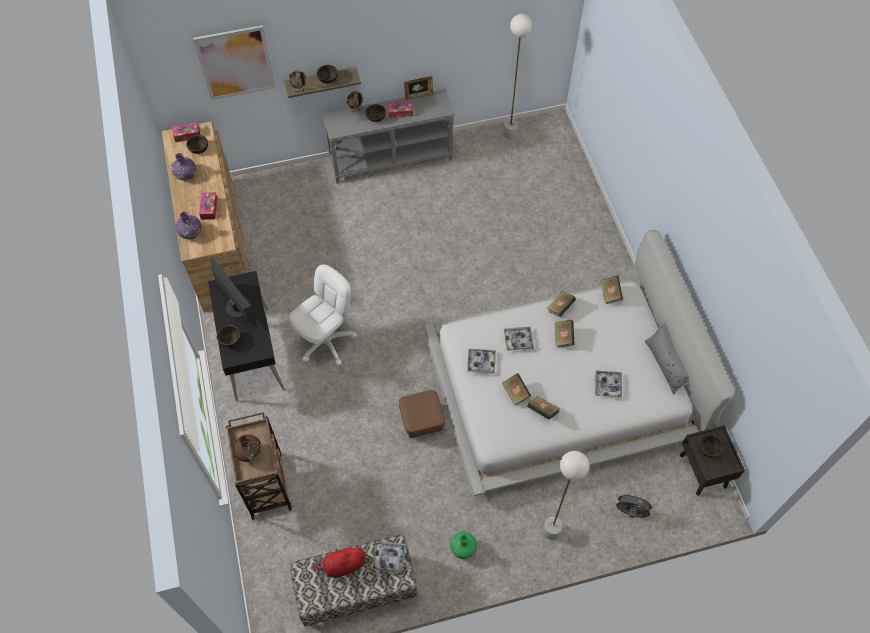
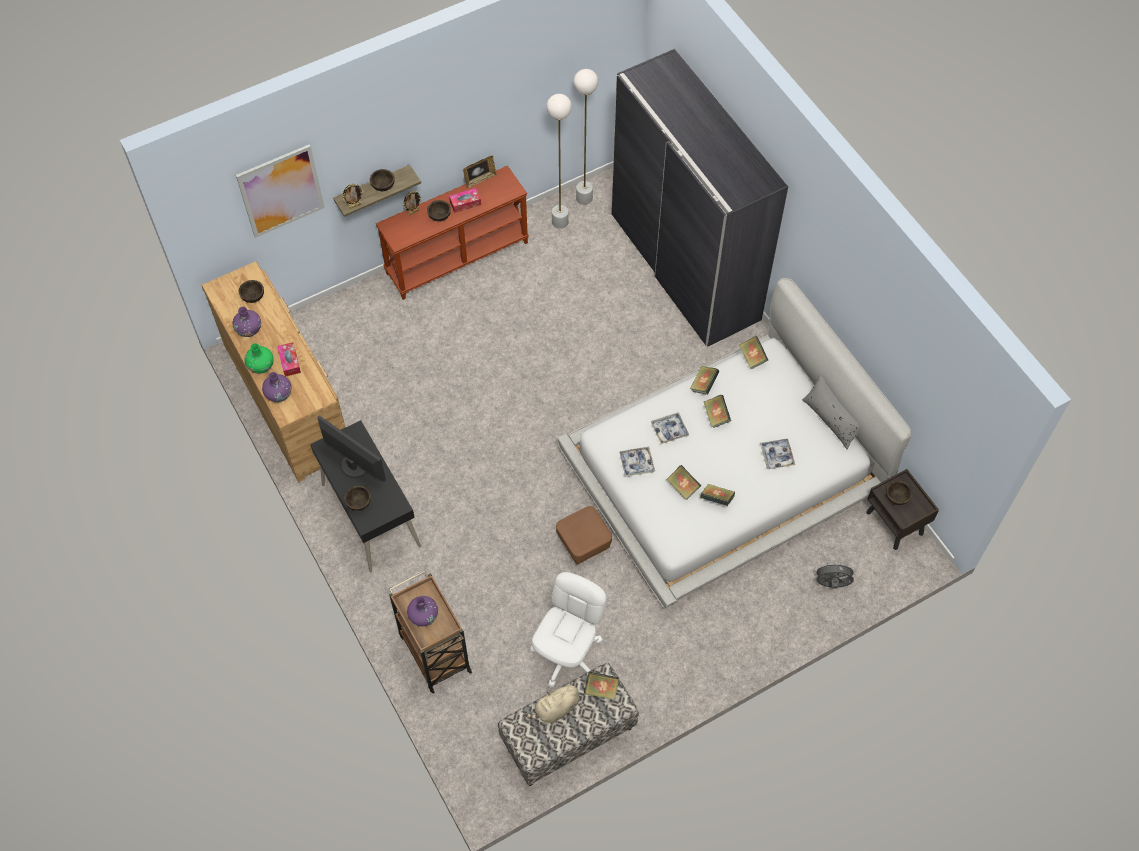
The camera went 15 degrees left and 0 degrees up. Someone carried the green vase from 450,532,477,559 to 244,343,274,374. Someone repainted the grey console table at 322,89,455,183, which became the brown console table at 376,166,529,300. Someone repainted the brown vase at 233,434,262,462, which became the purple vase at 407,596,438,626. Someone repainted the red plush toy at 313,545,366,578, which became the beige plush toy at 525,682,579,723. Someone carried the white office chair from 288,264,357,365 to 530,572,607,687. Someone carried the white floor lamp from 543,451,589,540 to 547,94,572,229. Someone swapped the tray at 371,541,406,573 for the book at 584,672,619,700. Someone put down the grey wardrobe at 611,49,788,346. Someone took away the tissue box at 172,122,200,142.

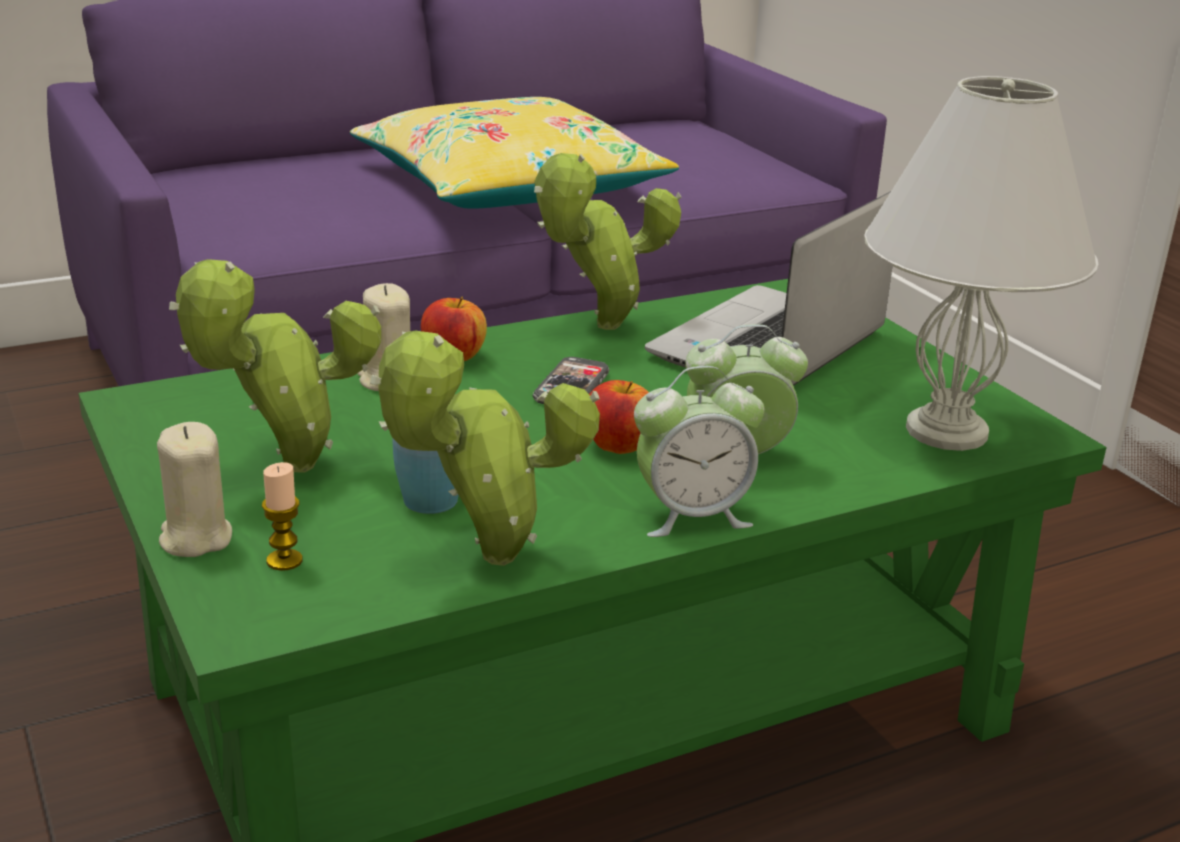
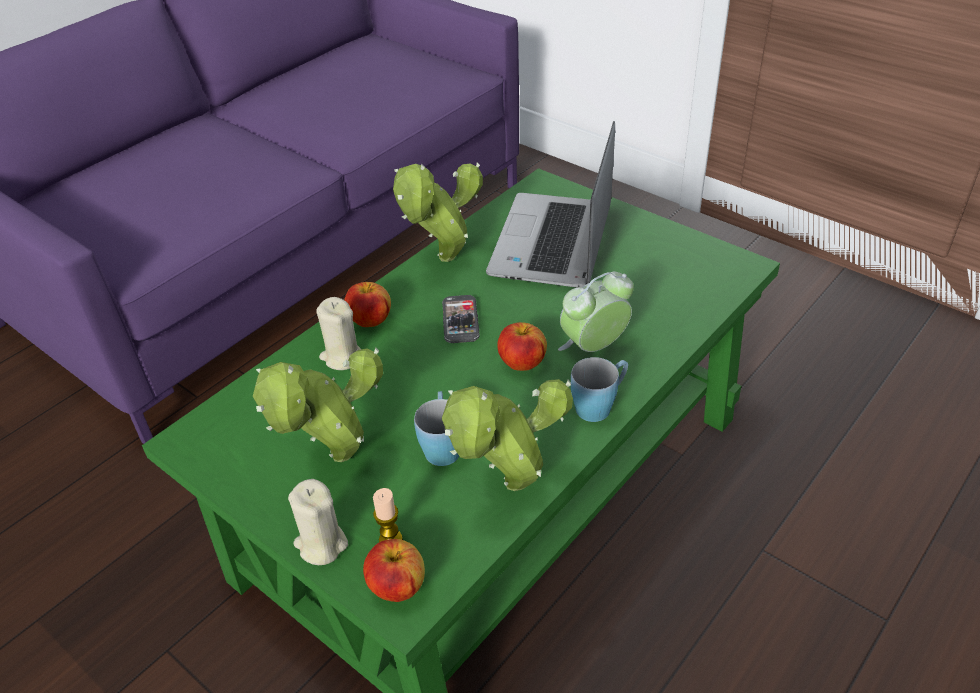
The camera went 20 degrees left and 15 degrees up. Someone put down the apple at 363,539,425,602. Someone swapped the alarm clock at 634,366,765,537 for the blue mug at 571,357,628,422. Someone took away the yellow pillow at 350,97,679,209. Someone took away the white table lamp at 864,76,1098,451.

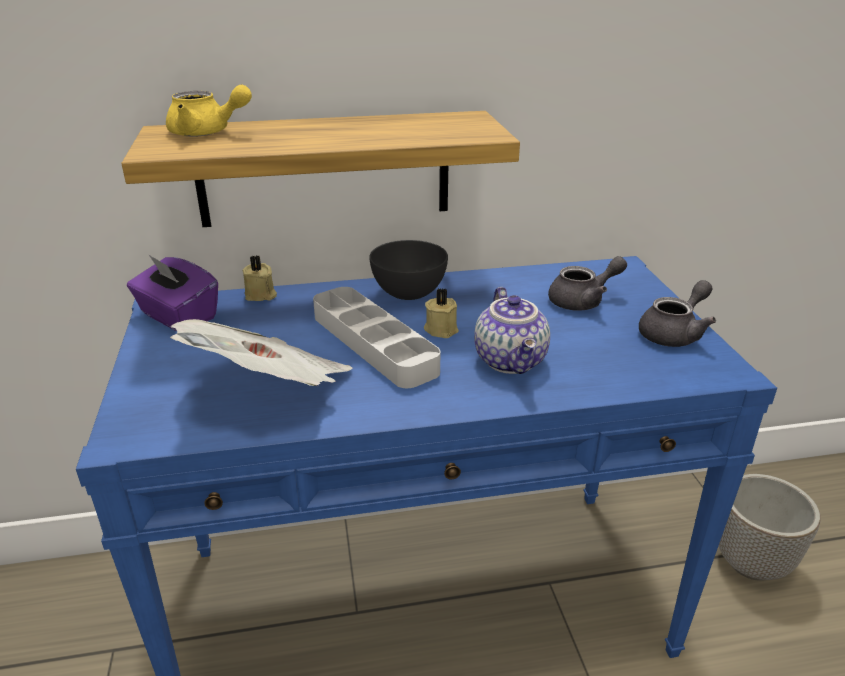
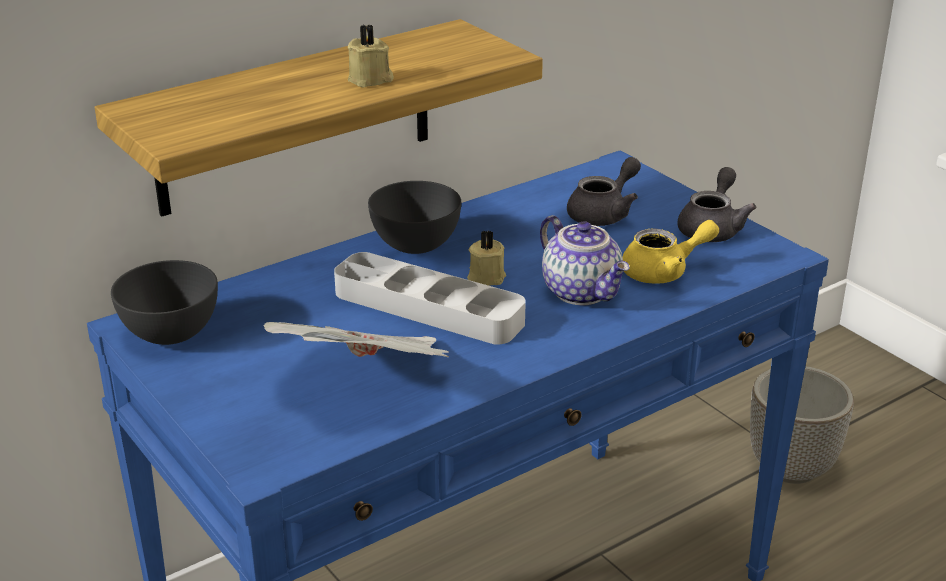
The camera went 25 degrees left and 0 degrees up. Someone swapped the purple tissue box at 127,254,218,331 for the grey bowl at 111,260,218,345. Someone carried the beige candle from 242,255,277,301 to 348,24,394,88. Someone carried the yellow teapot from 166,85,252,137 to 622,220,719,284.

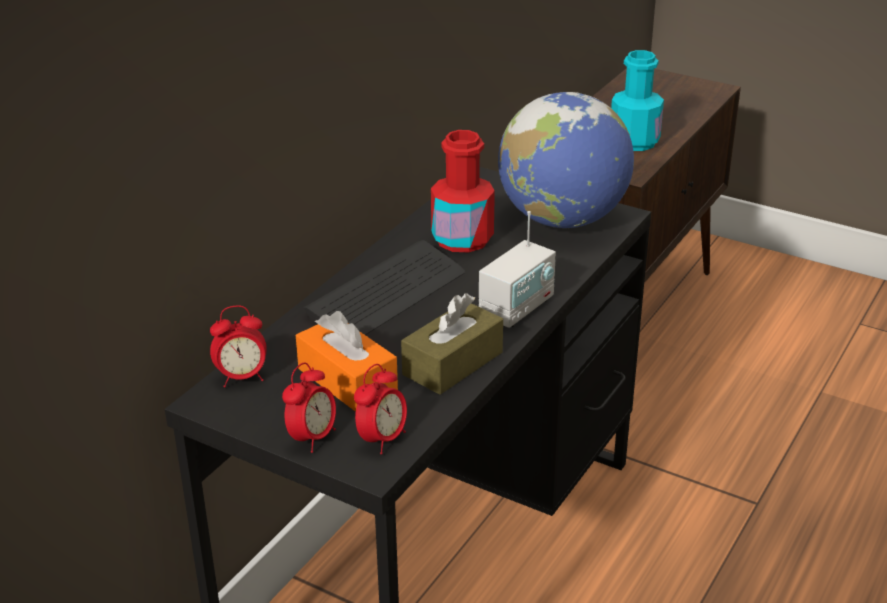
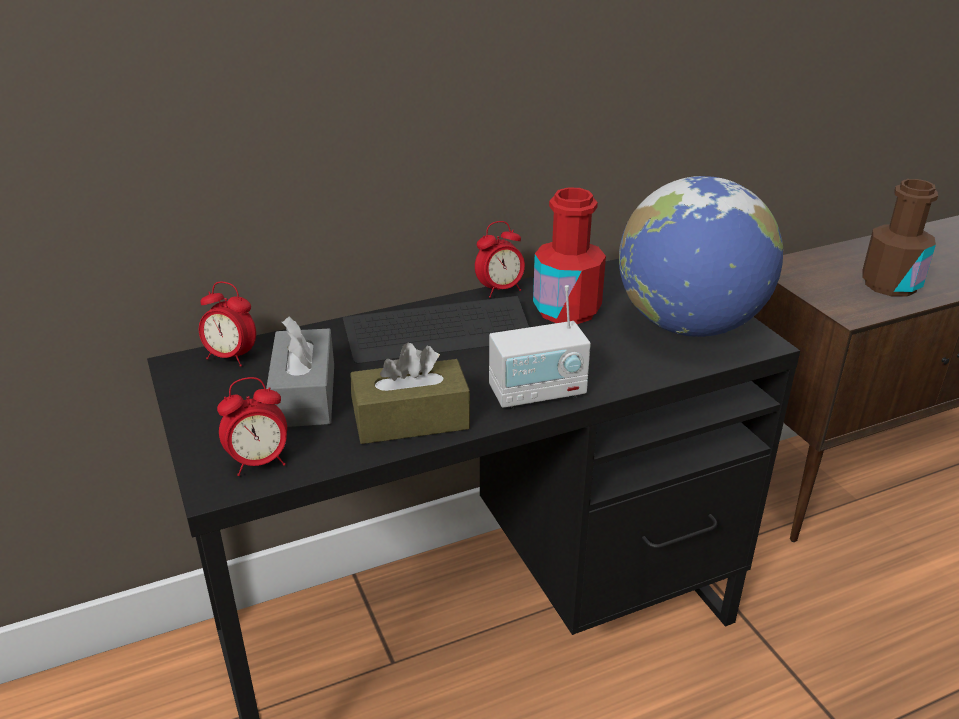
The camera went 35 degrees right and 0 degrees up. Someone repainted the orange tissue box at 296,311,398,412, which became the grey tissue box at 266,316,334,427. Someone carried the alarm clock from 282,362,336,453 to 475,221,525,298. Someone repainted the turquoise bottle at 611,50,664,151, which became the brown bottle at 862,179,938,297.

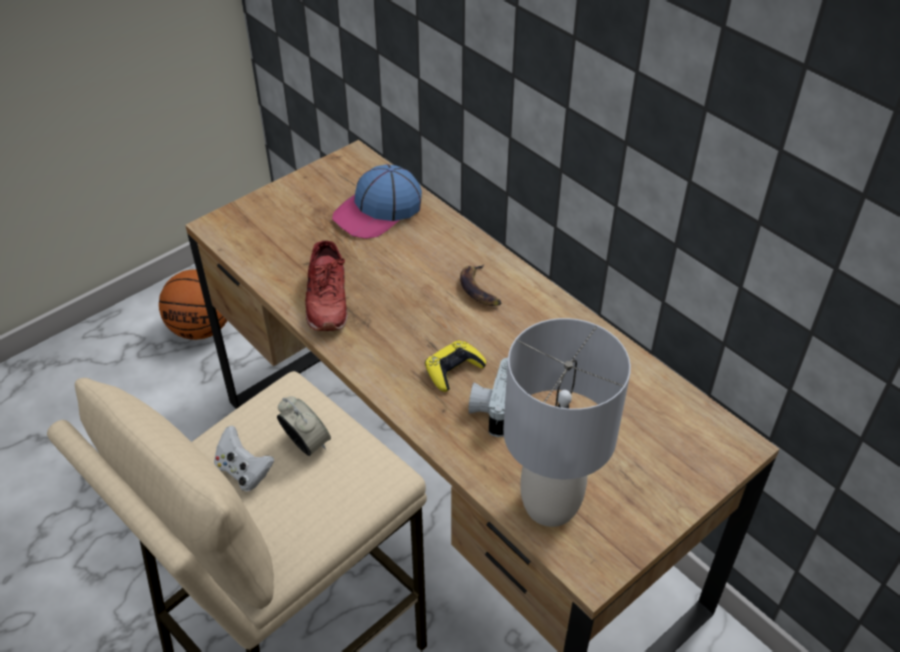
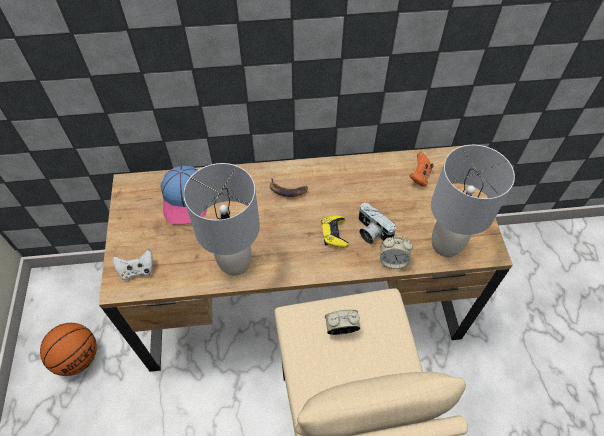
The camera went 55 degrees left and 10 degrees up. Someone carried the white game controller from 214,426,274,491 to 113,249,153,280. Someone swapped the red shoe at 305,240,348,331 for the grey table lamp at 183,163,260,275. Someone put down the alarm clock at 380,236,413,269. Someone put down the orange game controller at 410,152,434,187.

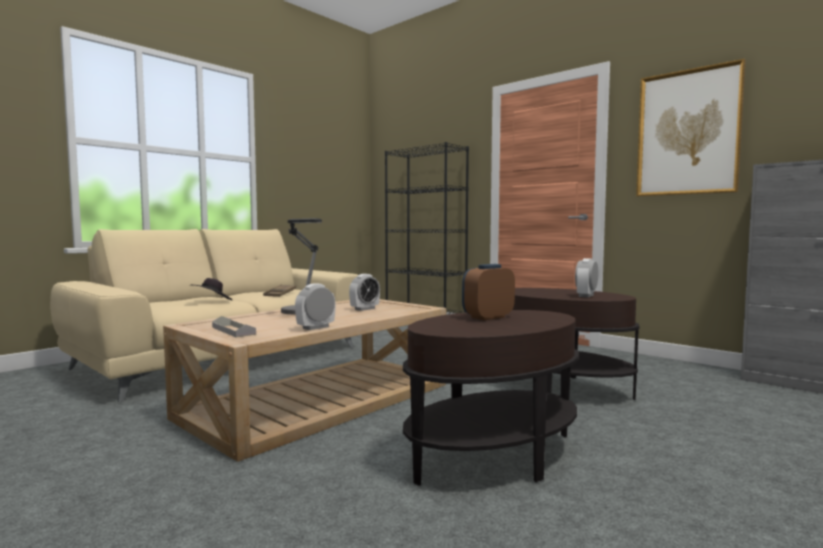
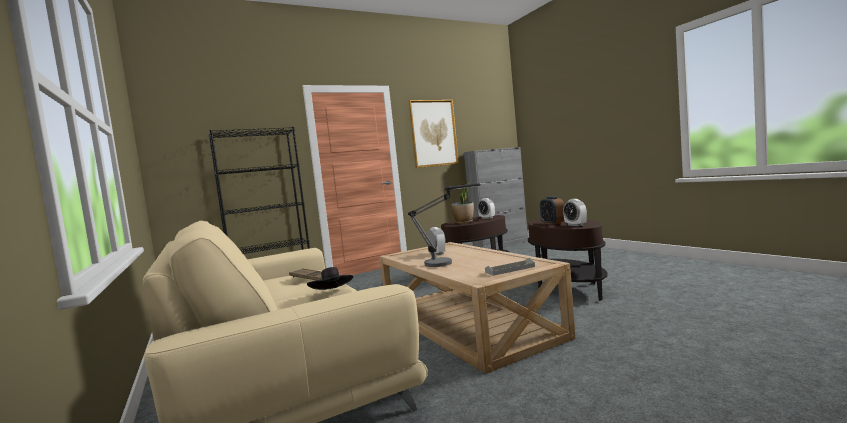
The camera went 70 degrees left and 0 degrees up. Someone put down the potted plant at 451,180,474,224. Someone carried the alarm clock from 295,283,336,330 to 563,199,587,226.

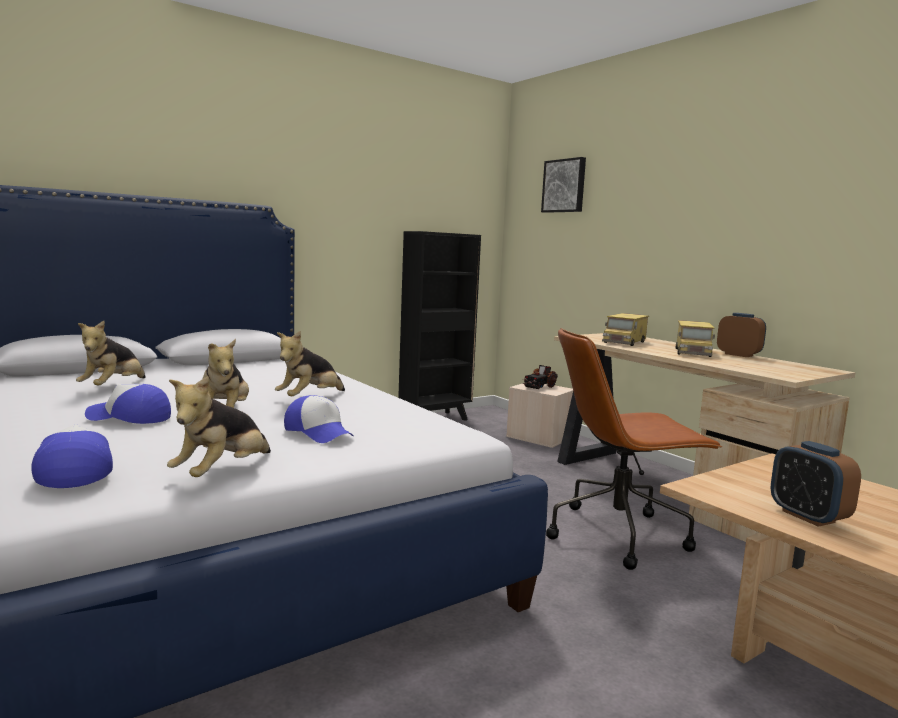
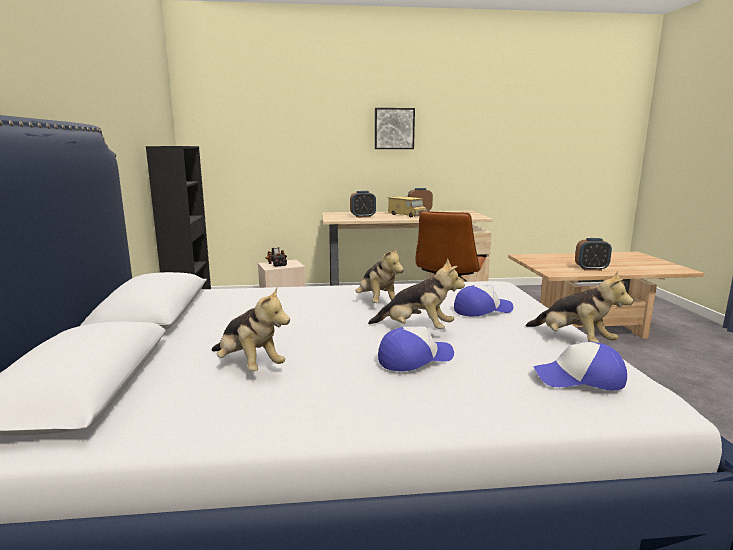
The camera went 60 degrees left and 5 degrees up. Someone swapped the toy truck at 602,313,649,346 for the alarm clock at 350,191,376,218. Someone carried the picture from 541,157,586,213 to 375,108,415,149. Someone rotated the cap at 85,384,171,424 by 150 degrees counterclockwise.

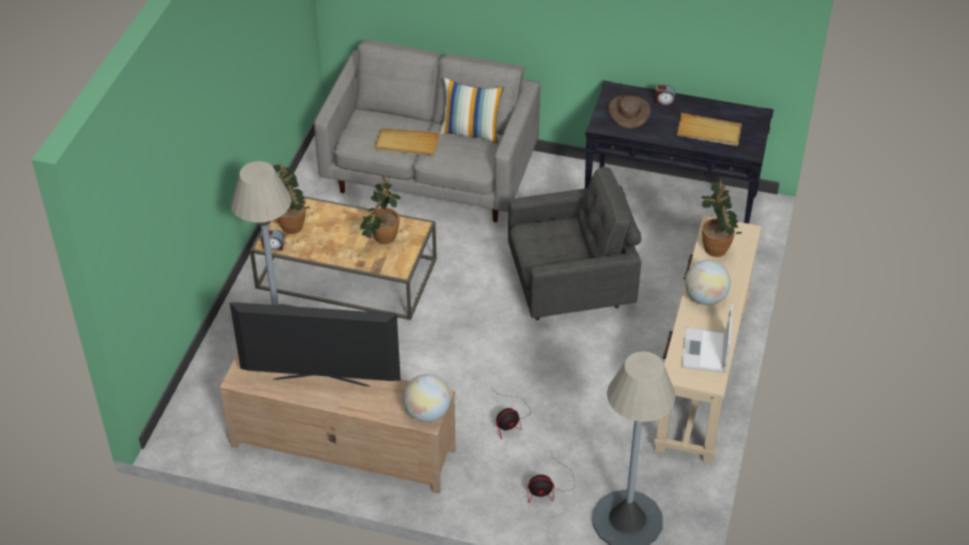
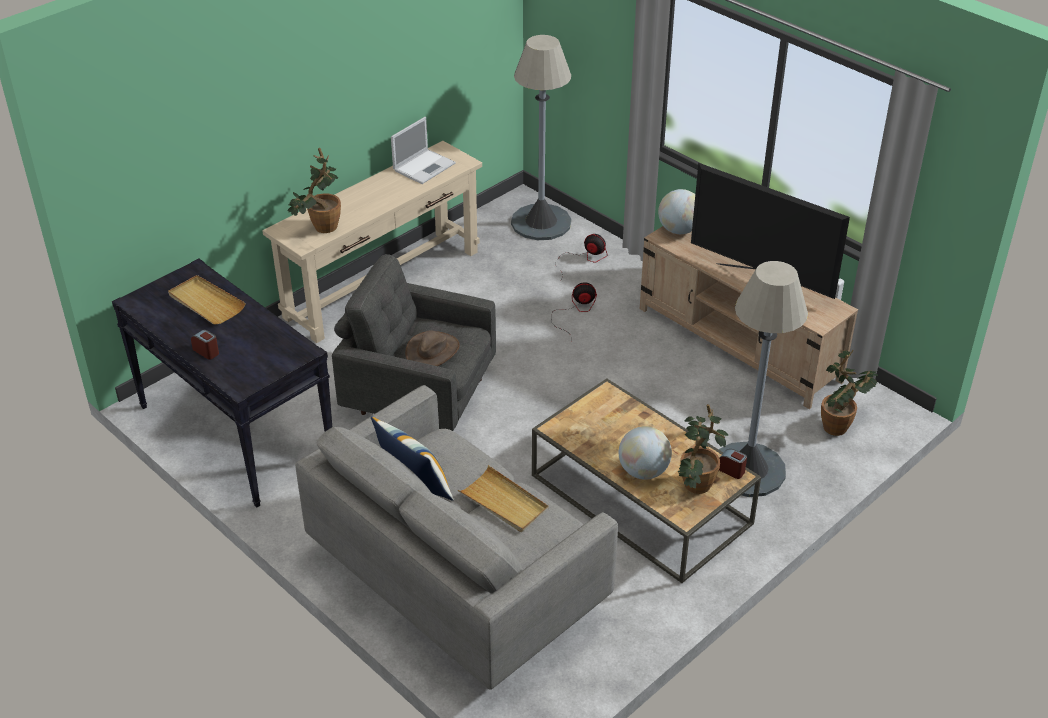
The camera went 150 degrees left and 5 degrees down. Someone carried the brown hat from 608,96,651,129 to 405,331,460,366. Someone carried the globe from 685,260,731,305 to 619,426,672,479. Someone carried the potted plant from 360,174,401,244 to 821,350,878,436.

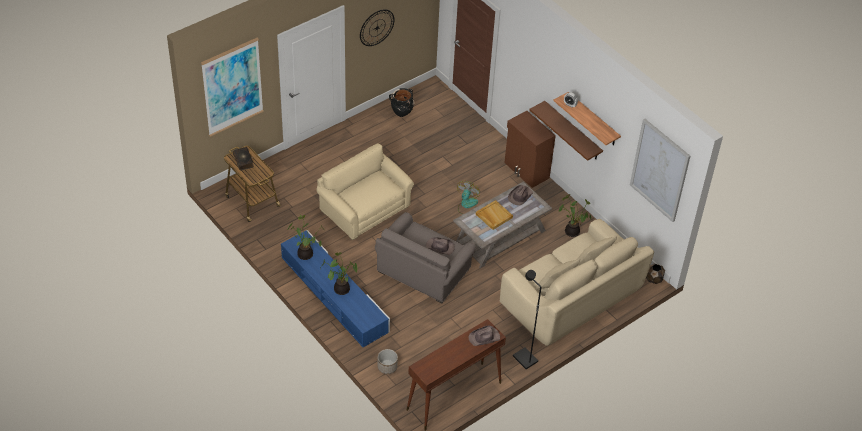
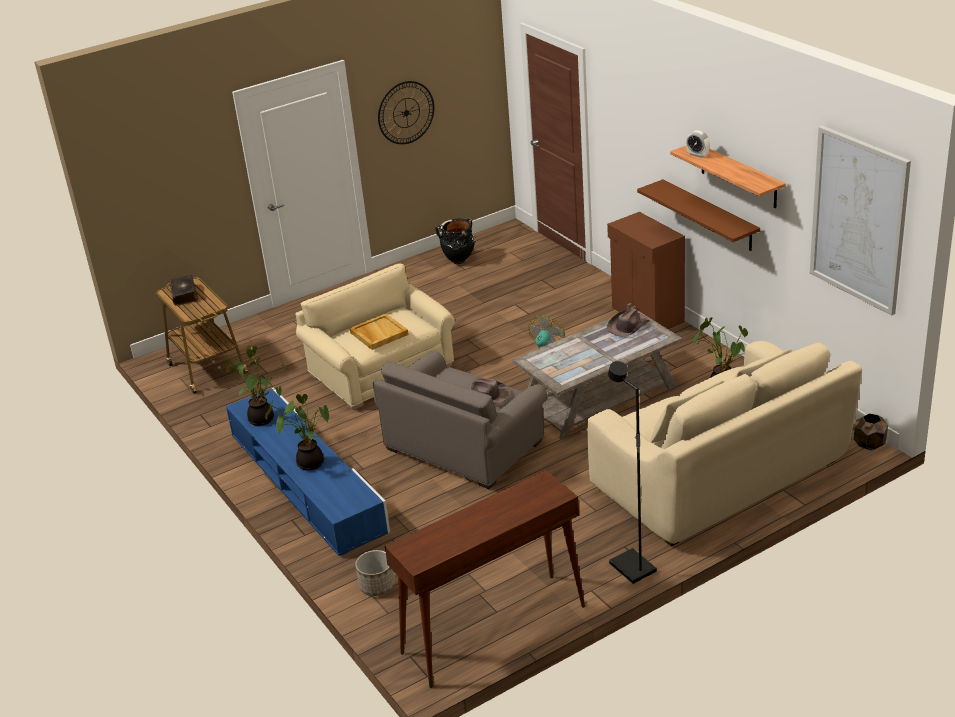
The camera went 10 degrees right and 15 degrees down. Someone carried the beige tray from 476,200,513,230 to 350,313,409,350. Someone took away the picture at 201,38,264,137. Someone took away the brown hat at 469,325,500,346.

